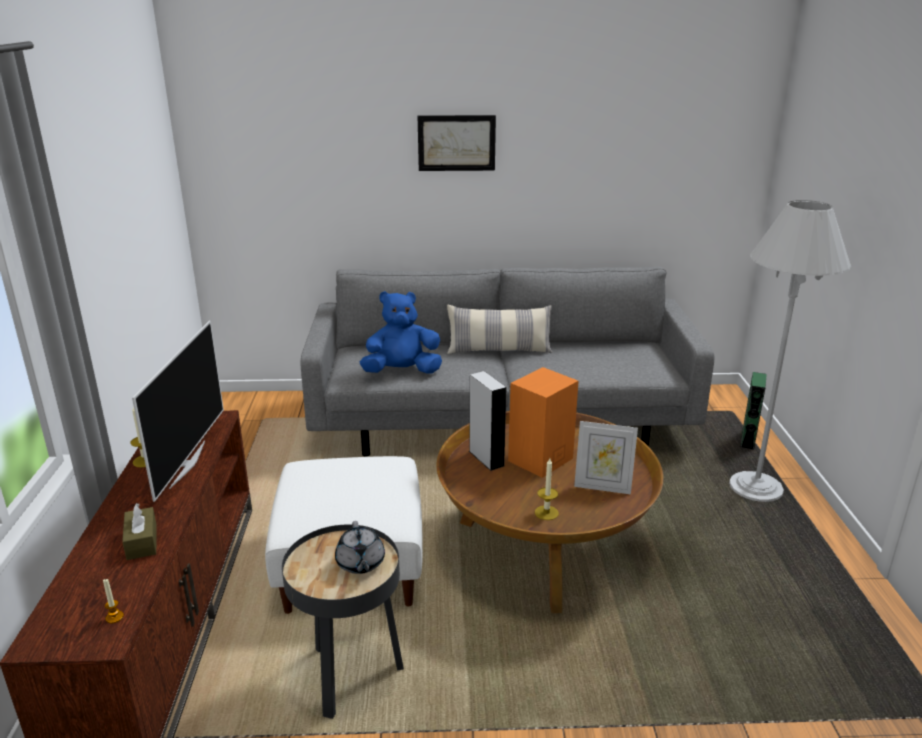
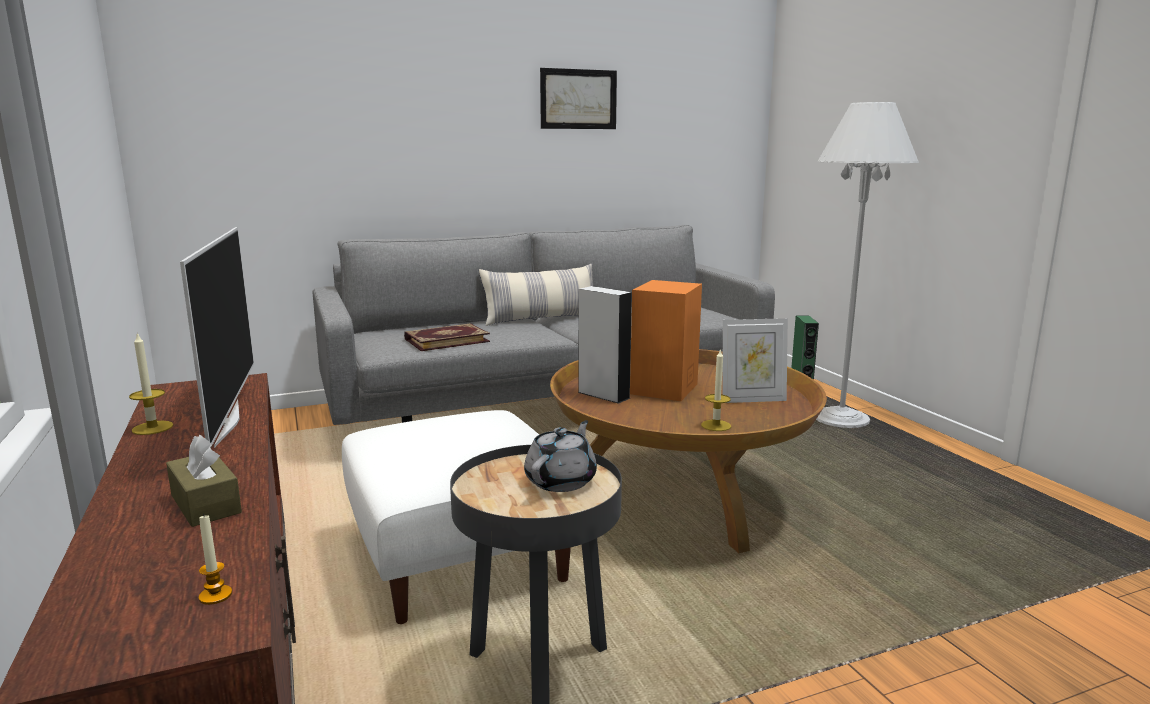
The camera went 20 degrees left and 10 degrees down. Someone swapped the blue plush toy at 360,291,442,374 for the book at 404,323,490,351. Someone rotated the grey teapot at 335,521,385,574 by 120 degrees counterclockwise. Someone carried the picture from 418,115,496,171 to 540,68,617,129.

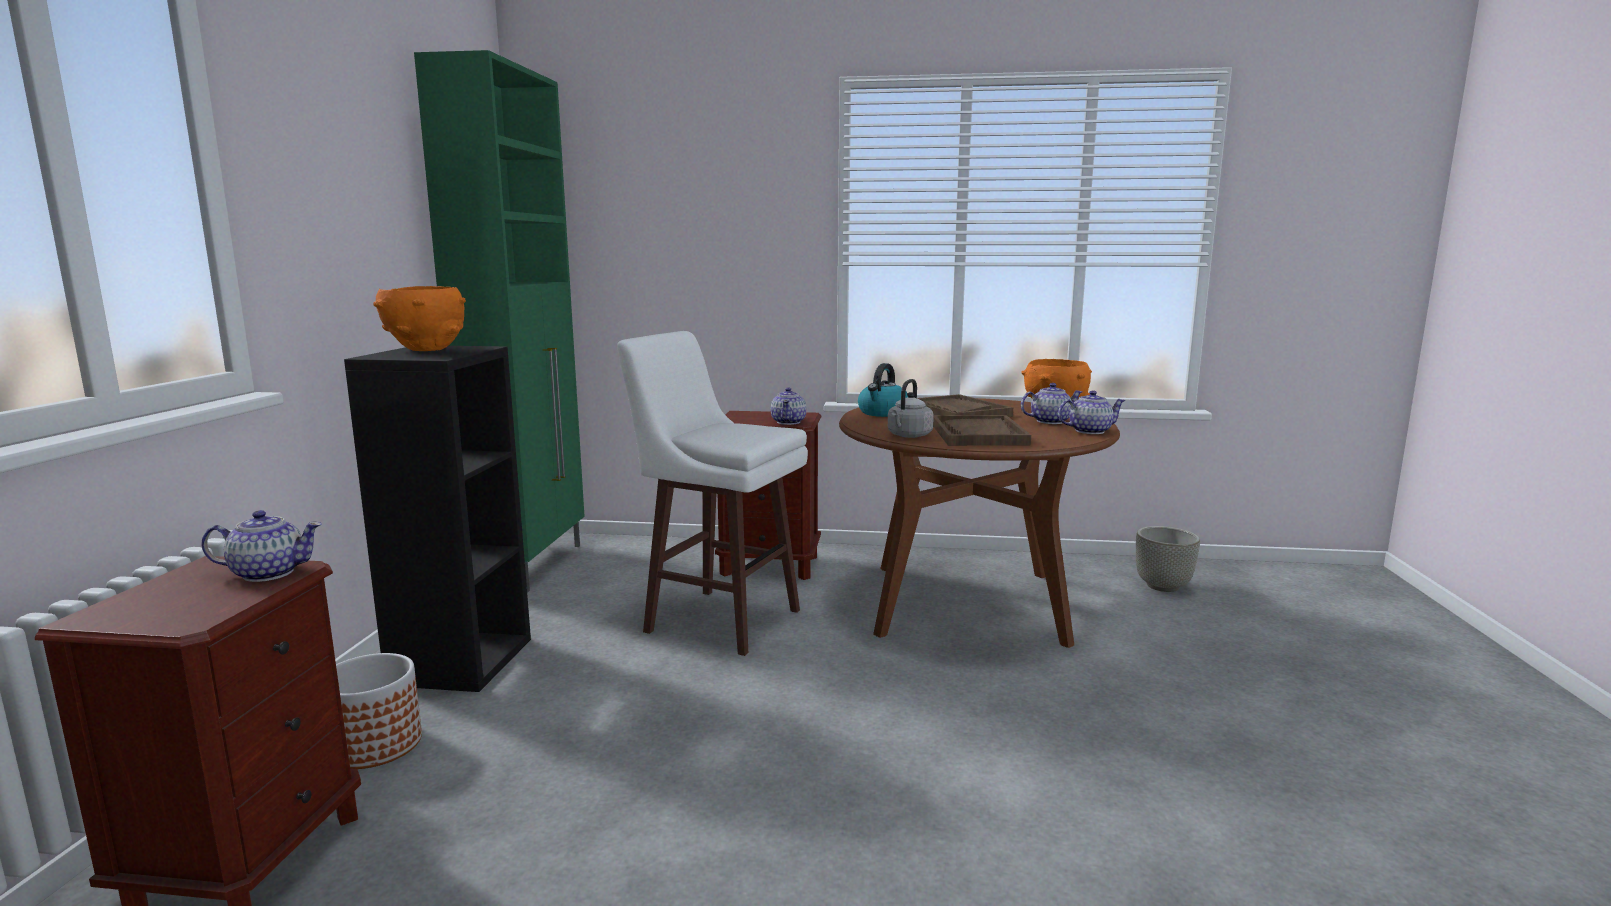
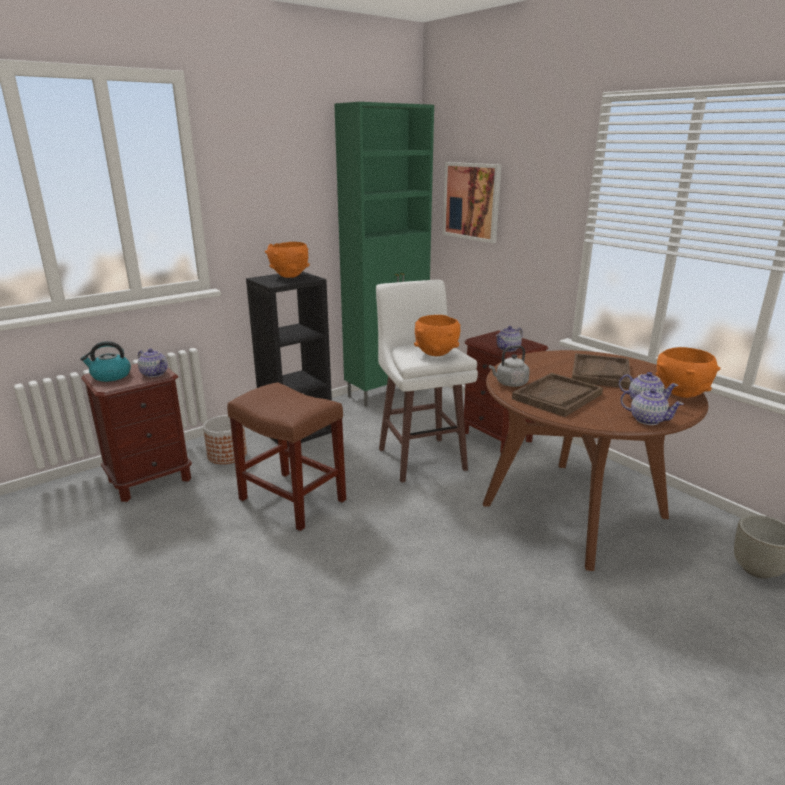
The camera went 45 degrees right and 10 degrees up. Someone carried the kettle from 858,363,908,417 to 80,341,131,382. Someone put down the brown stool at 227,382,346,531. Someone put down the orange bowl at 414,315,460,356. Someone put up the picture at 443,162,501,243.

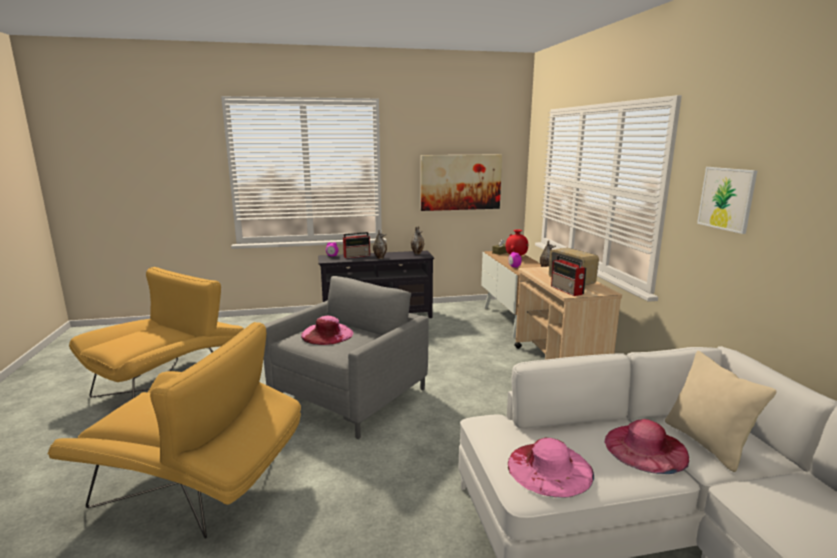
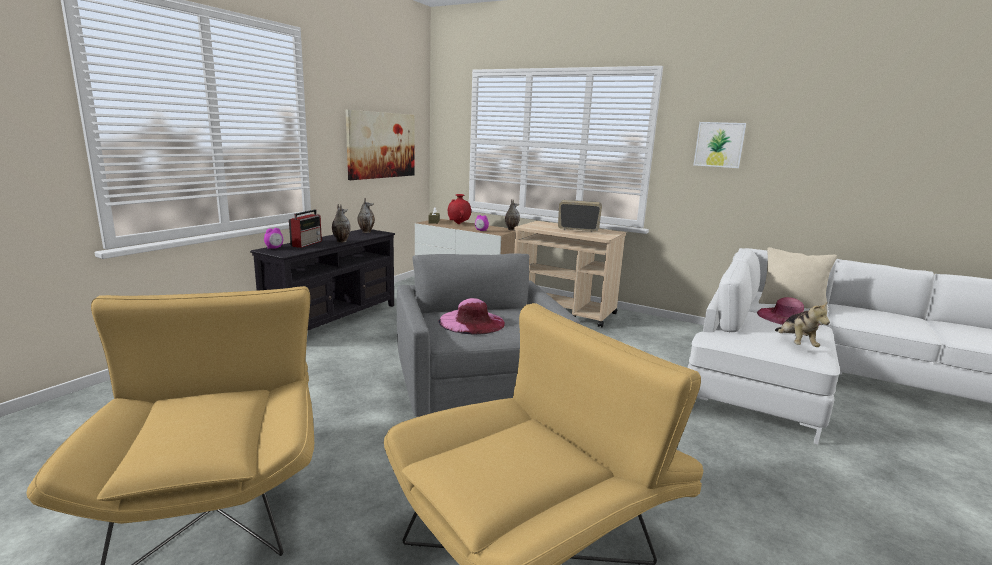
The camera went 50 degrees left and 0 degrees up. Someone swapped the pink hat at 508,438,594,498 for the plush toy at 775,301,830,347. Someone took away the radio at 551,255,586,296.

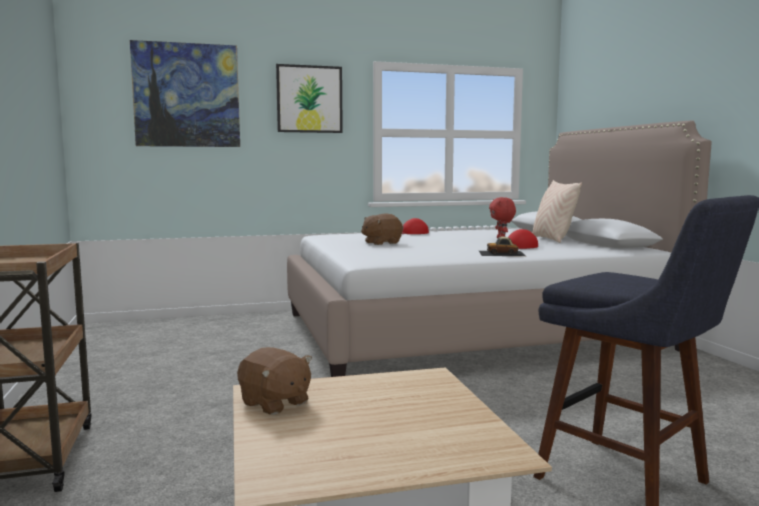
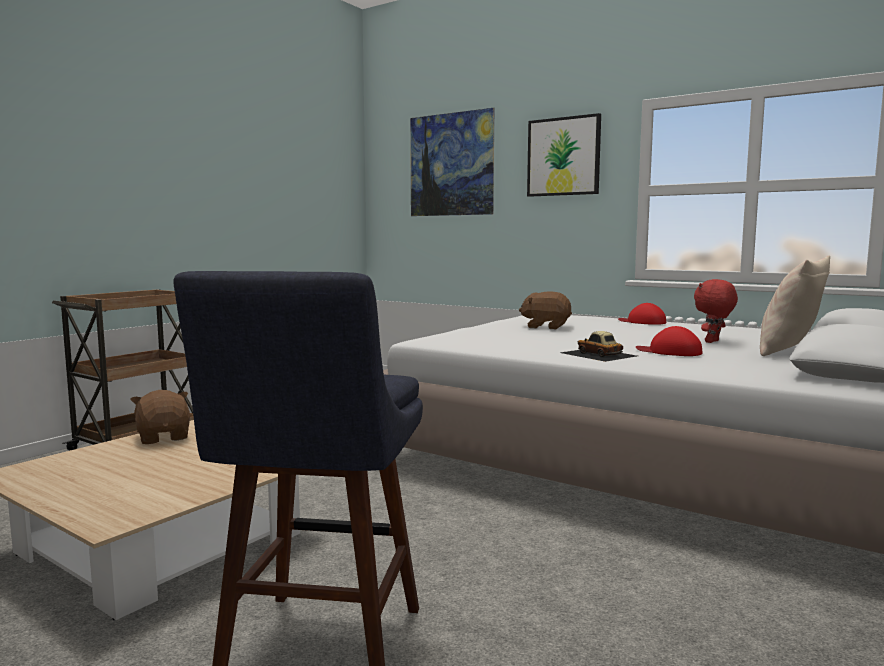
The camera went 50 degrees right and 0 degrees up. Someone rotated the brown plush toy at 237,347,312,415 by 150 degrees clockwise.

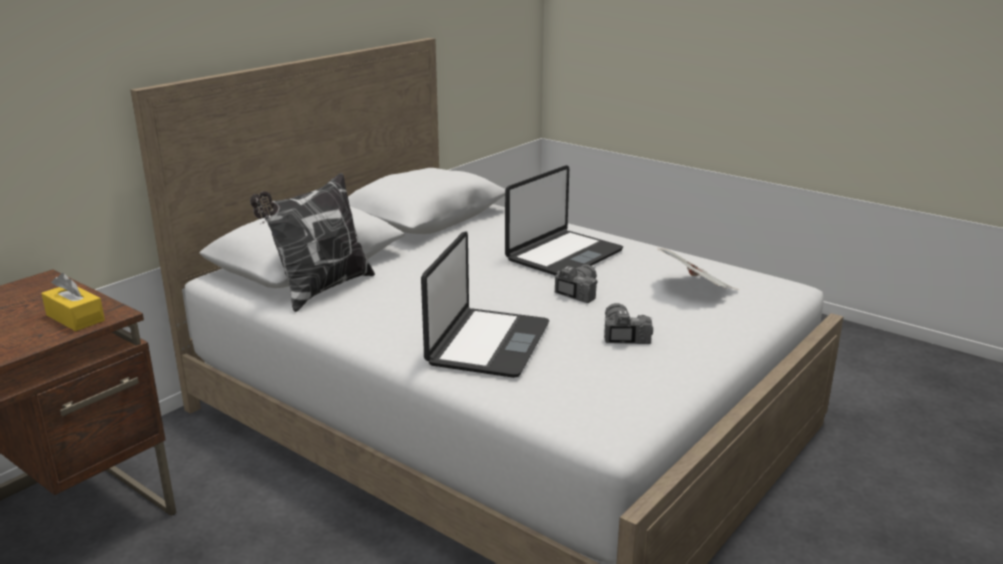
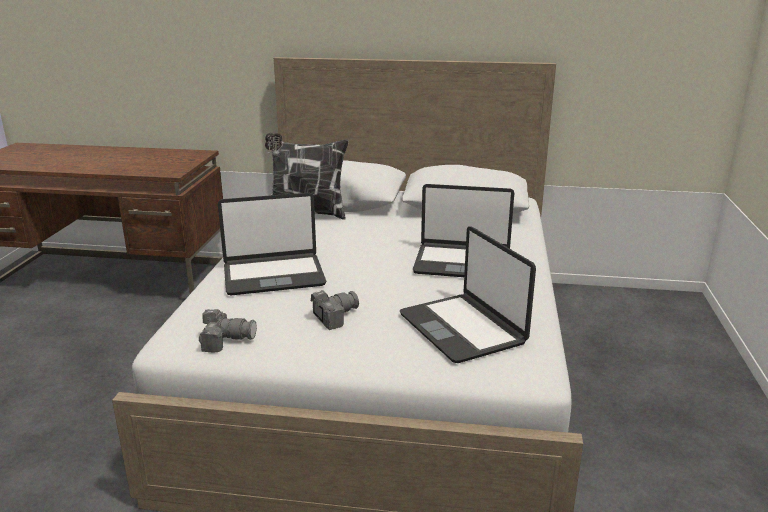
The camera went 60 degrees right and 0 degrees up. Someone carried the photo camera from 555,264,598,303 to 199,309,257,353. Someone swapped the newspaper at 659,248,739,290 for the laptop at 400,226,536,363. Someone took away the yellow tissue box at 41,273,105,331.

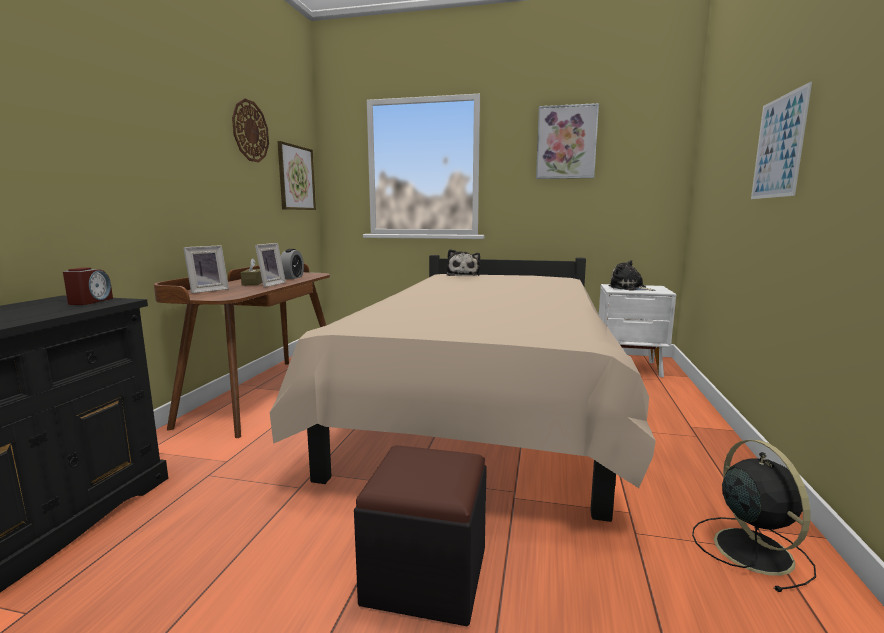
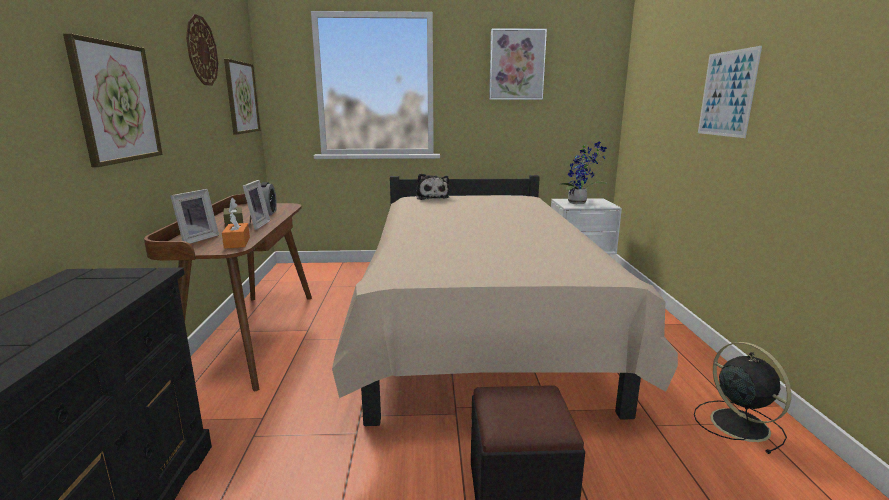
The camera went 15 degrees left and 5 degrees up. Someone put up the picture at 63,33,163,167. Someone put down the orange tissue box at 222,213,250,249. Someone swapped the plush toy at 609,260,656,291 for the potted plant at 559,142,607,204. Someone took away the alarm clock at 63,268,113,305.

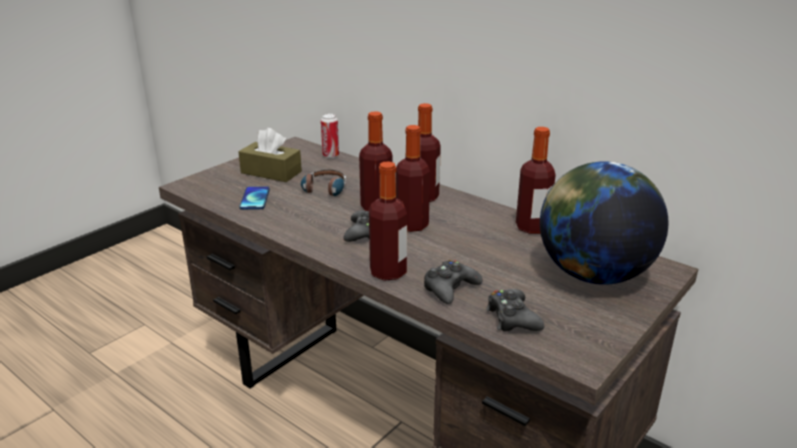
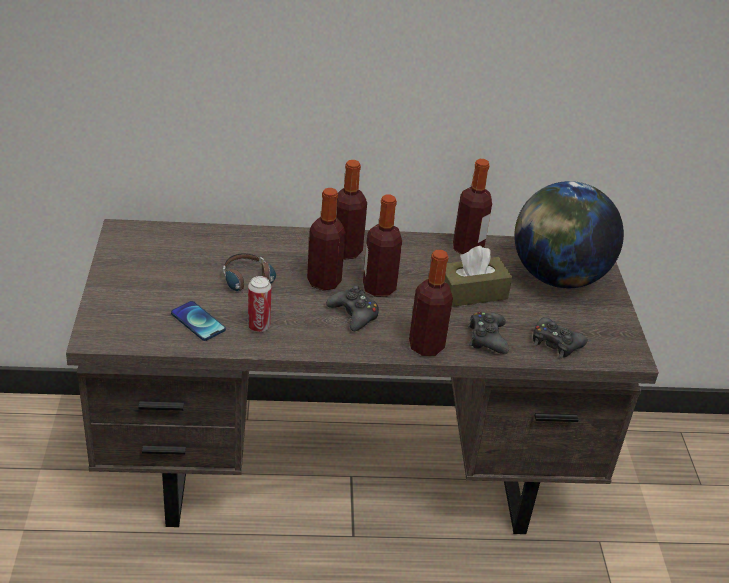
The camera went 45 degrees left and 10 degrees up. Someone carried the can from 321,114,339,158 to 248,276,271,332. Someone carried the brown tissue box from 238,128,302,182 to 444,246,512,307.

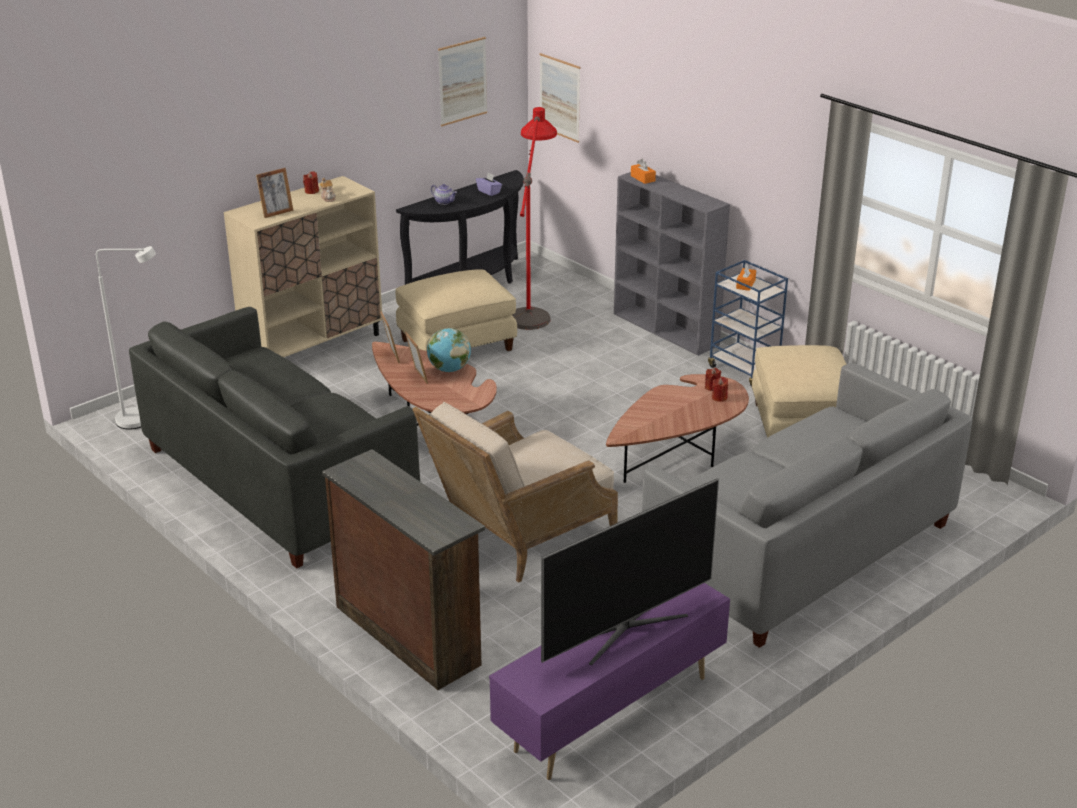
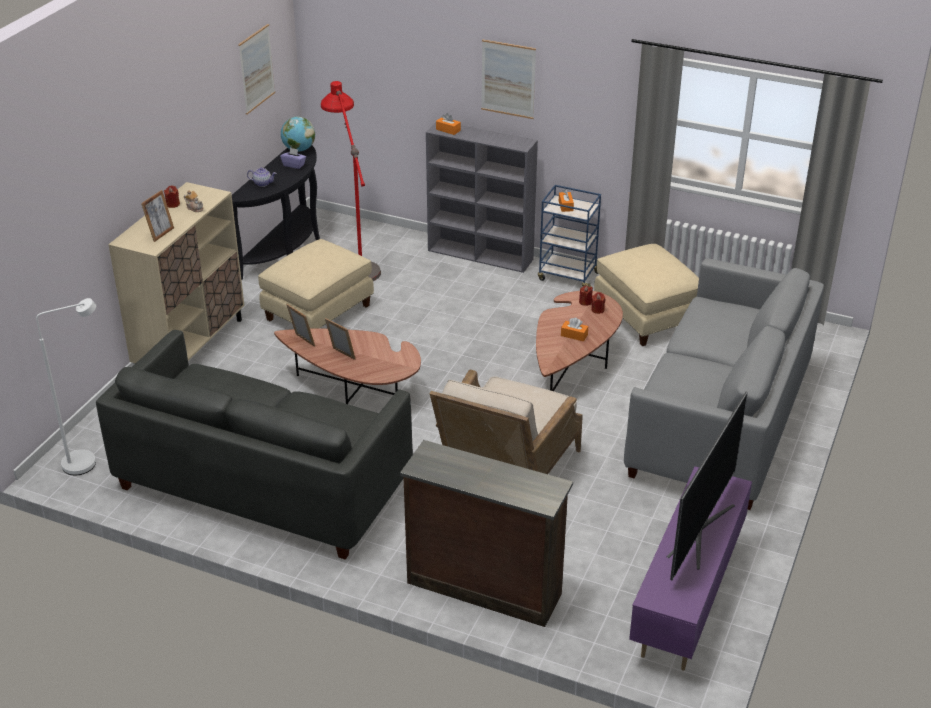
The camera went 25 degrees left and 5 degrees up. Someone carried the globe from 427,328,471,372 to 281,116,315,152. Someone carried the picture from 539,53,580,143 to 481,39,536,119. Someone put down the orange tissue box at 561,318,588,342.

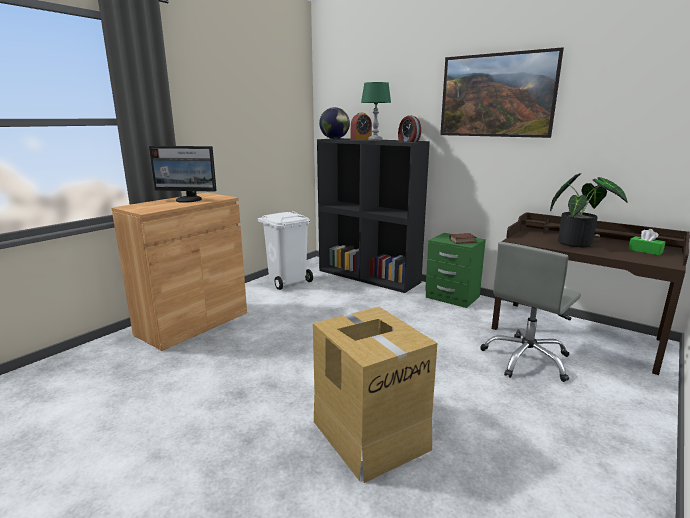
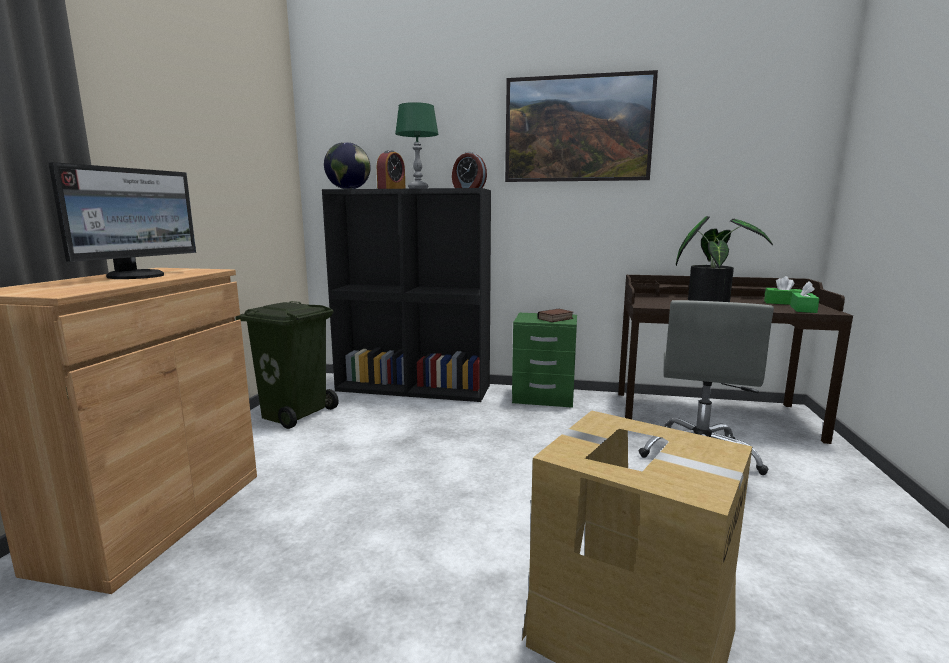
The camera went 25 degrees left and 5 degrees down. Someone rotated the monitor at 149,146,217,203 by 45 degrees counterclockwise. Someone repainted the white trash can at 258,211,313,290, which became the green trash can at 236,301,339,429. Someone put down the green tissue box at 790,281,820,313.

